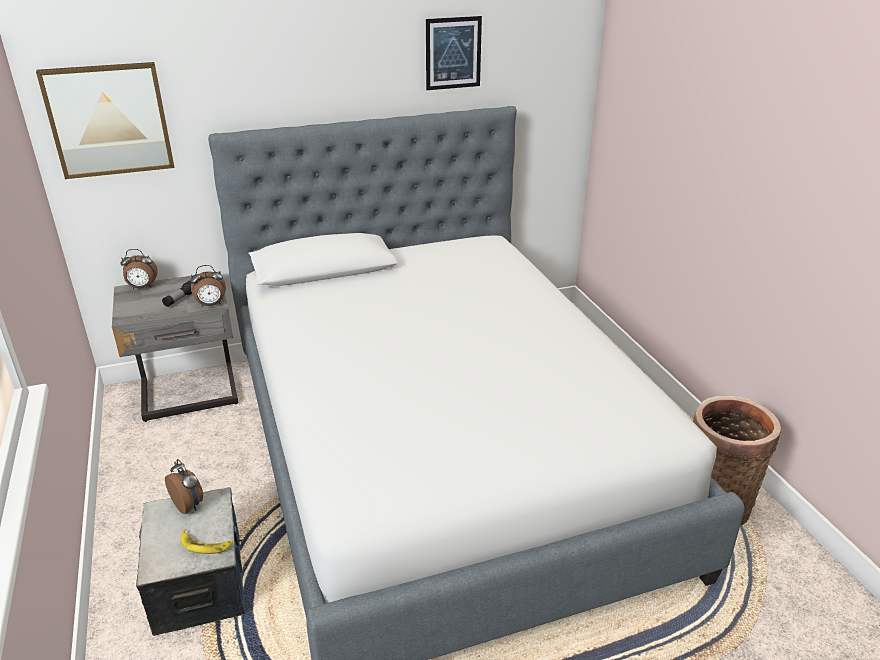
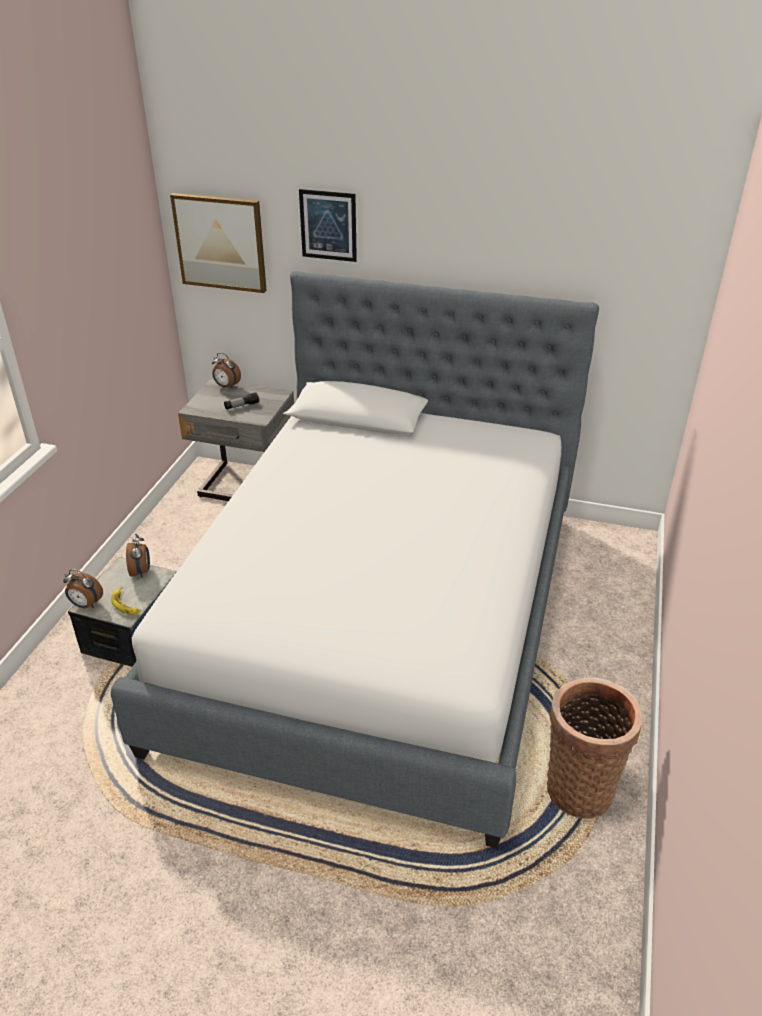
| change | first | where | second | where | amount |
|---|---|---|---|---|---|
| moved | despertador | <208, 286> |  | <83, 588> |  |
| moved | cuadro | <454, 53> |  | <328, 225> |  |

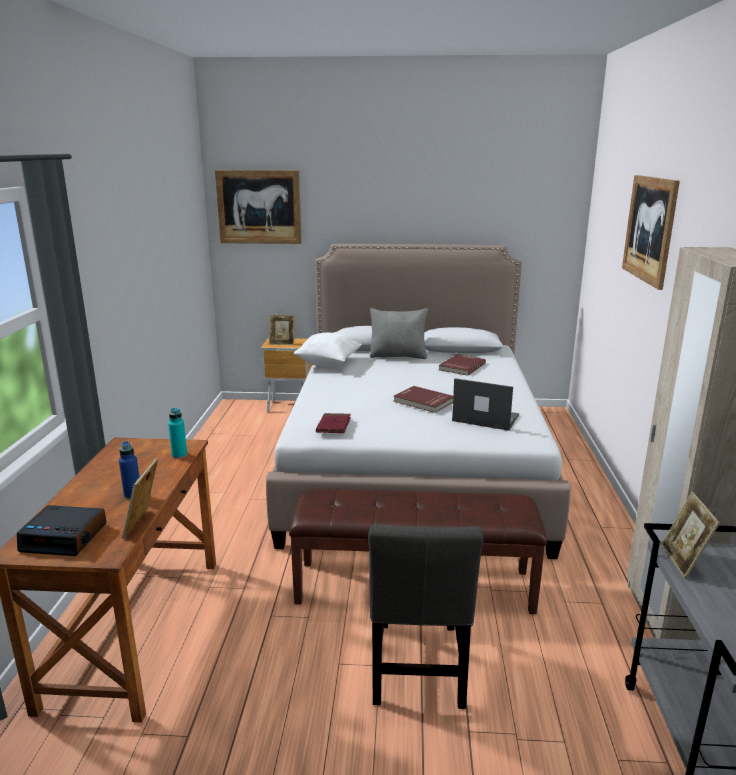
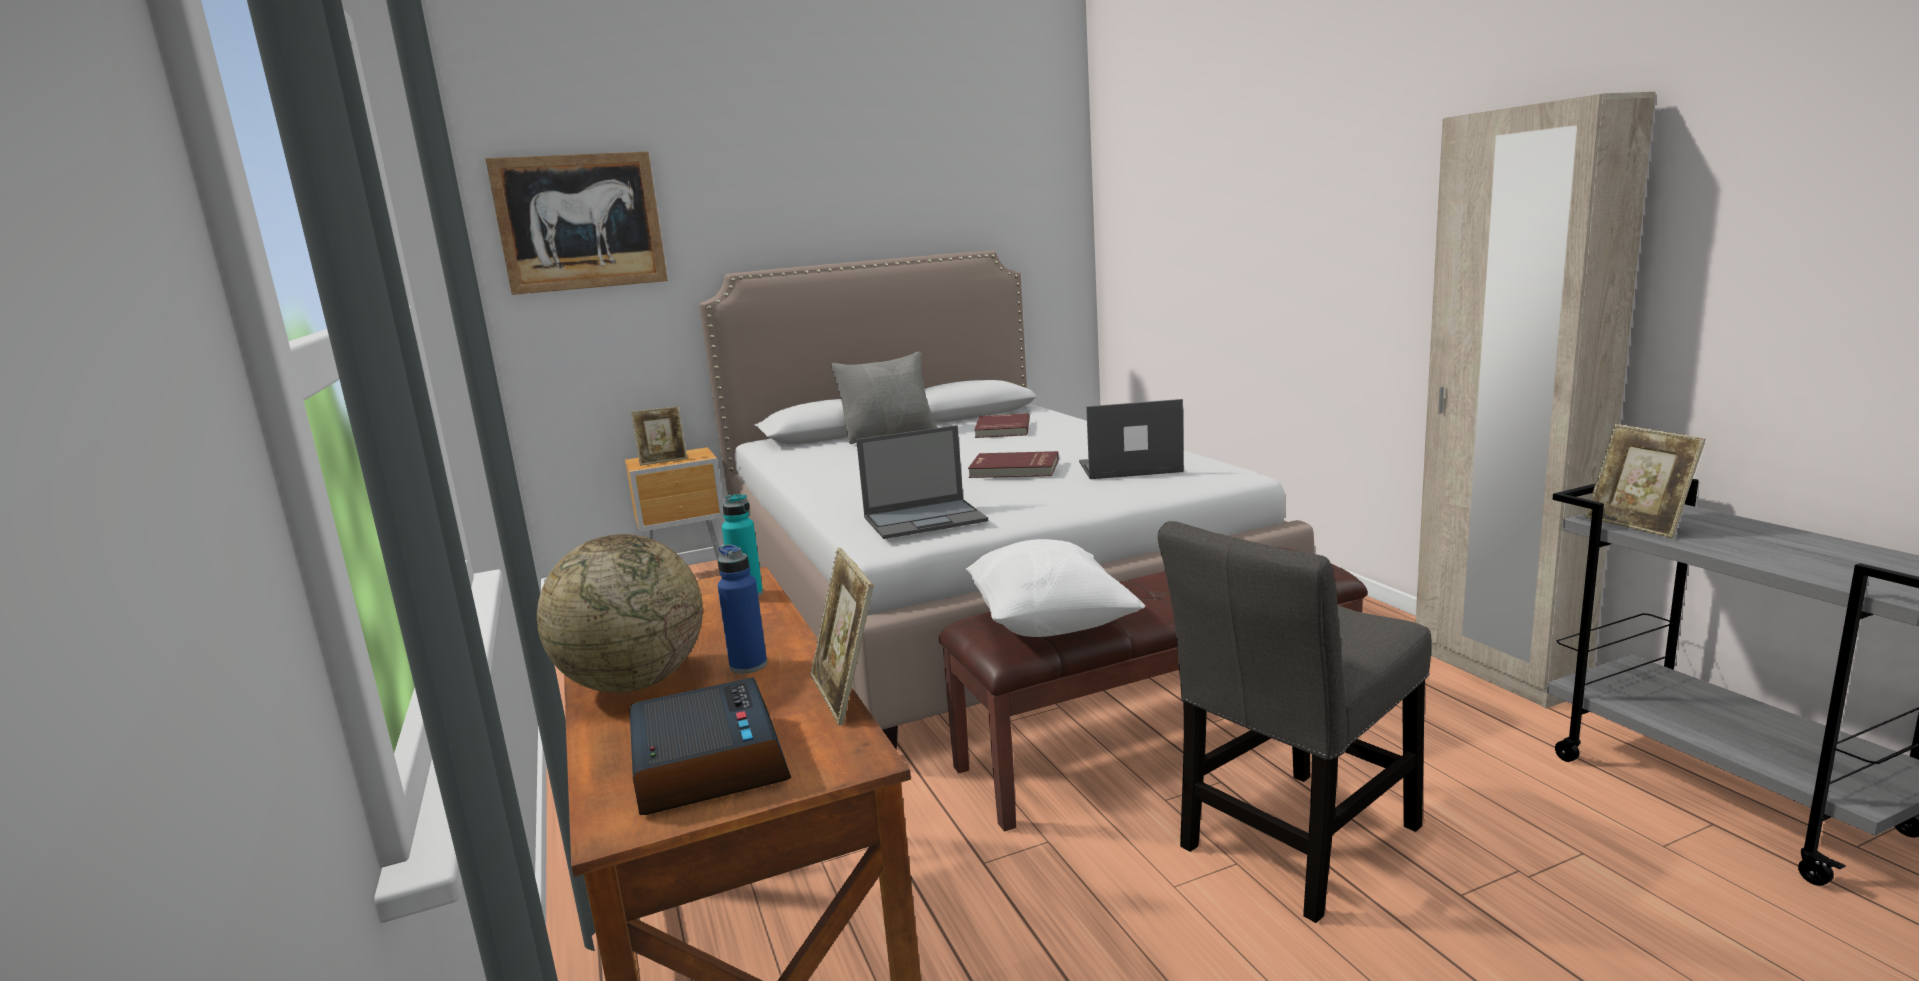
| change | first | where | second | where | amount |
|---|---|---|---|---|---|
| removed | cuadro | <651, 232> |  |  |  |
| added |  |  | globo terráqueo | <620, 613> |  |
| moved | cojín (blanco) | <328, 349> |  | <1055, 588> |  |
| replaced | libro (rojo) | <333, 423> | portátil | <922, 482> |  |
| turned | despertador | <61, 530> |  | <710, 746> | 90 degrees counterclockwise |
| turned | silla (gris) | <426, 616> |  | <1294, 722> | 75 degrees clockwise |

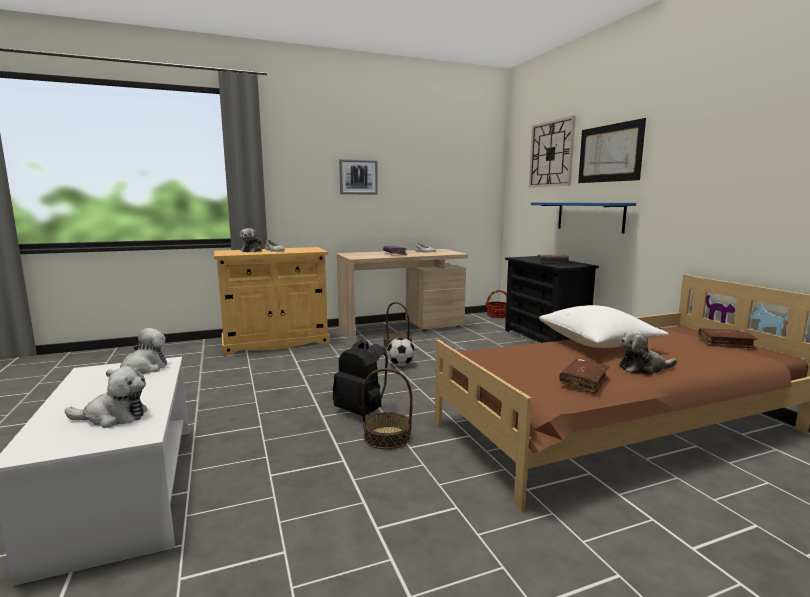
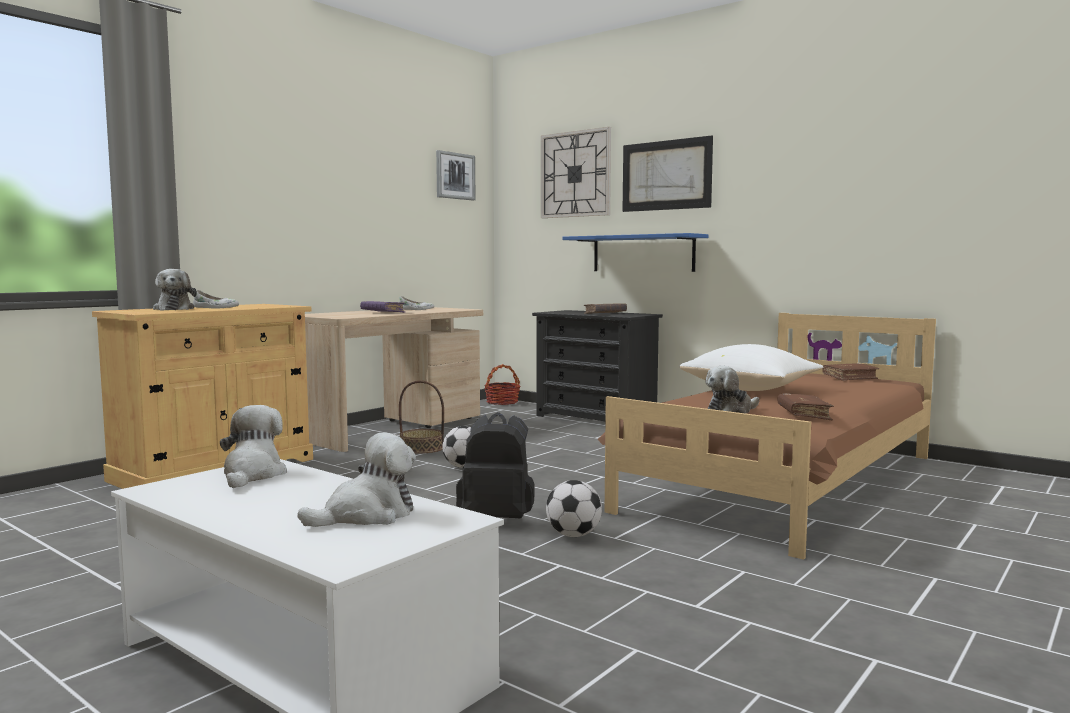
| change | first | where | second | where | amount |
|---|---|---|---|---|---|
| moved | cuadro | <358, 176> |  | <455, 175> |  |
| moved | peluche | <648, 352> |  | <732, 390> |  |
| replaced | cesta | <387, 408> | balón de fútbol | <574, 508> |  |

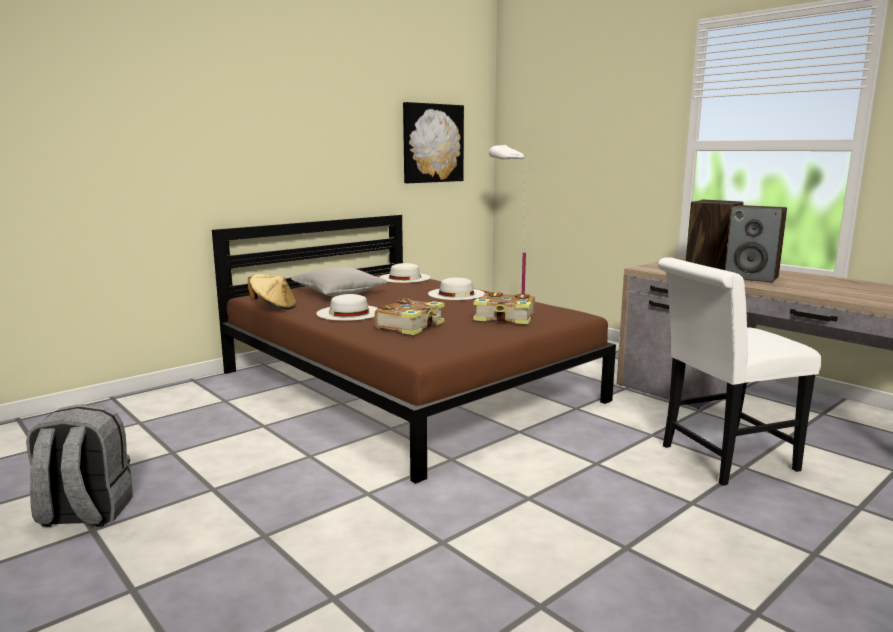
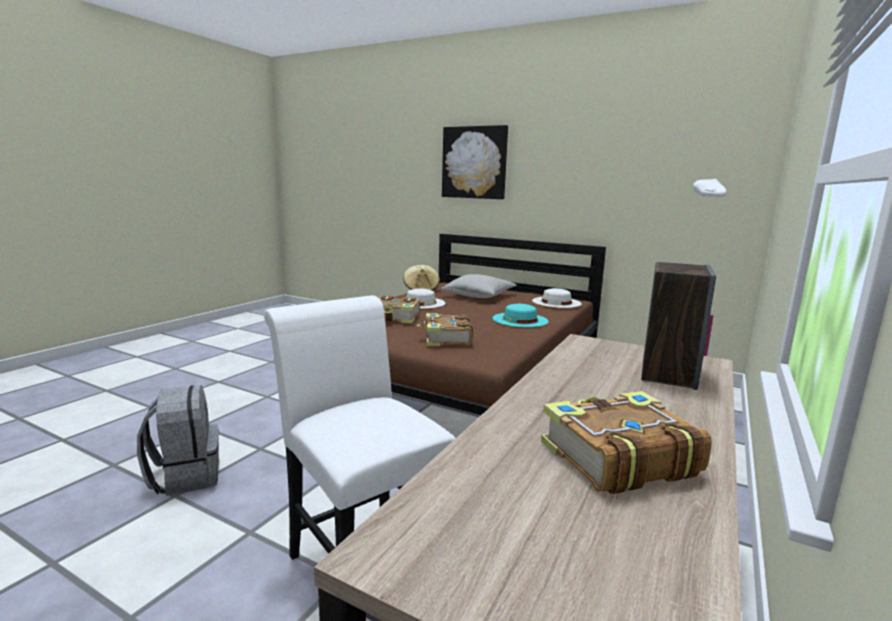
| change | first | where | second | where | amount |
|---|---|---|---|---|---|
| removed | altavoz | <756, 244> |  |  |  |
| added |  |  | libro | <626, 442> |  |
| moved | mochila (gris) | <79, 465> |  | <178, 440> |  |
| moved | cuadro | <433, 142> |  | <475, 162> |  |
| recoloured | sombrero (blanco) | <456, 289> | sombrero (turquesa) | <520, 315> |  |

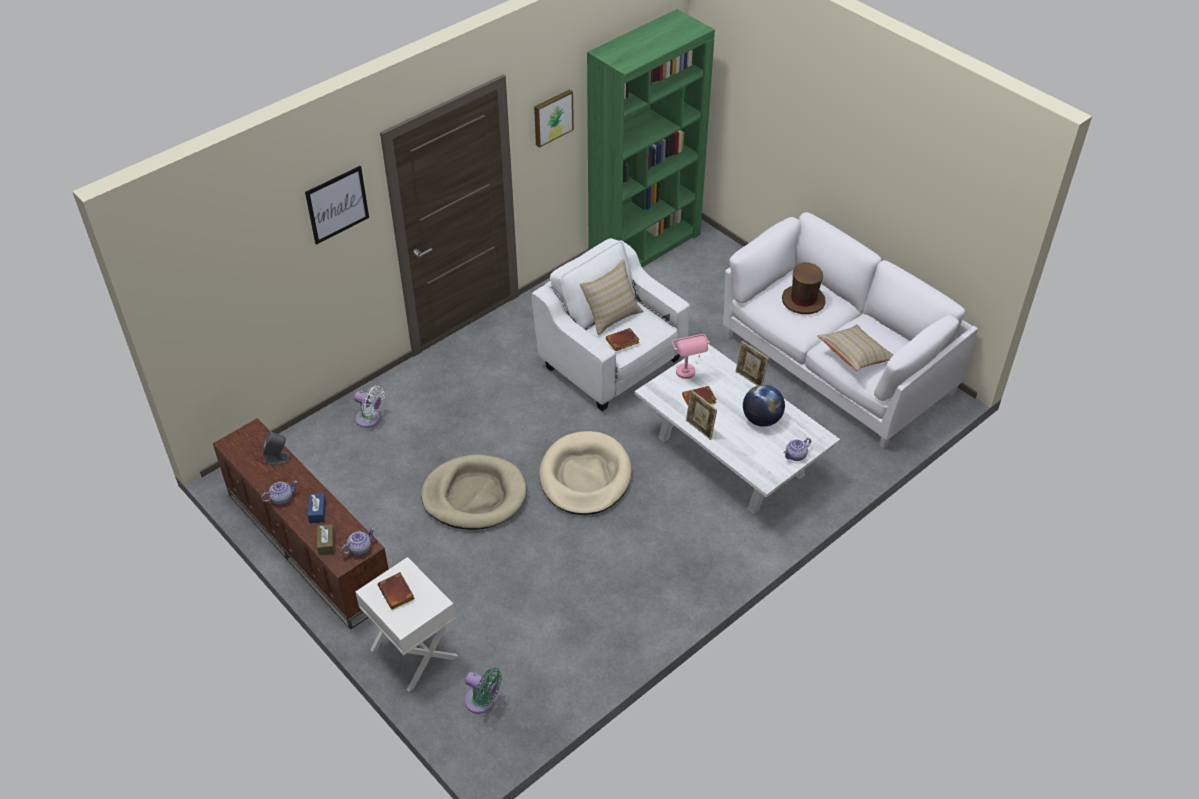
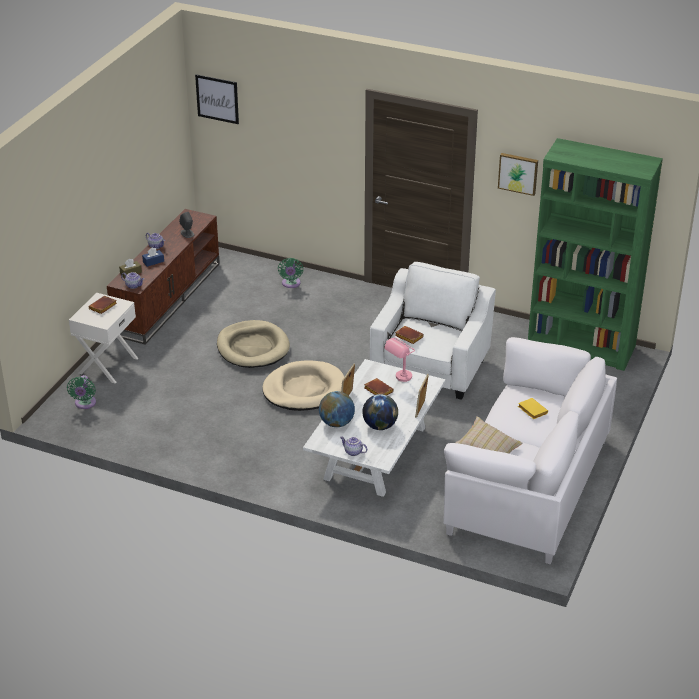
| change | first | where | second | where | amount |
|---|---|---|---|---|---|
| removed | cojín (beis) | <611, 297> |  |  |  |
| added |  |  | globo terráqueo | <337, 409> |  |
| moved | cuadro | <337, 205> |  | <217, 99> |  |
| replaced | sombrero (marrón) | <804, 288> | libro (amarillo) | <533, 408> |  |
| recoloured | ventilador (blanco) | <369, 407> | ventilador (verde) | <290, 273> |  |

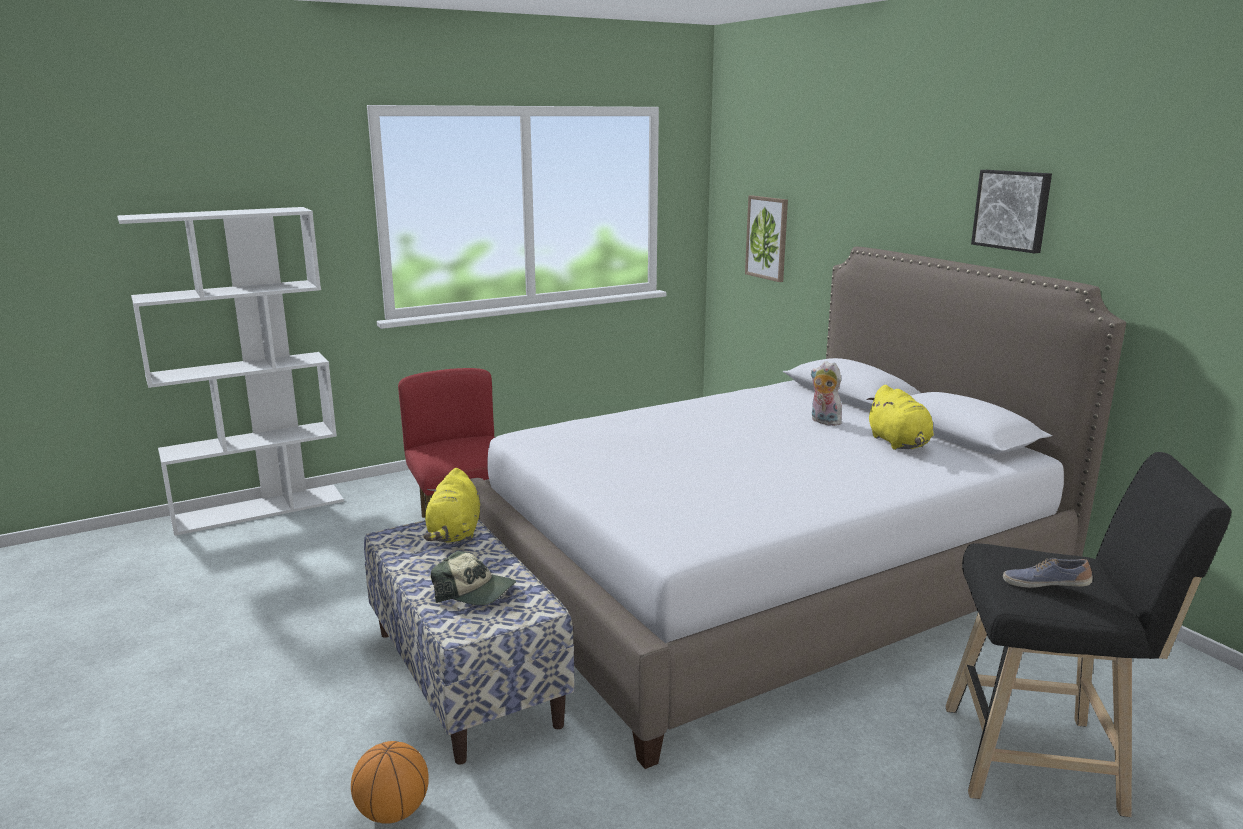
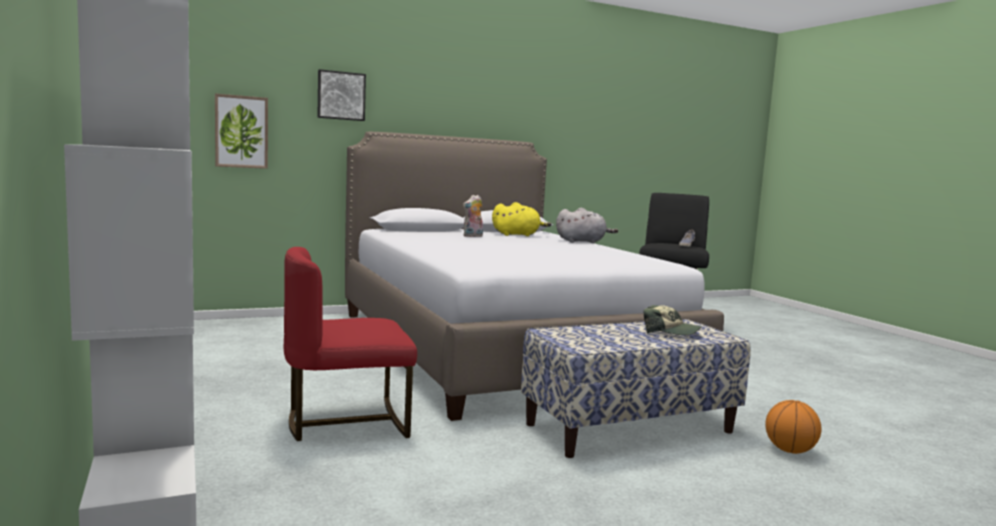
| change | first | where | second | where | amount |
|---|---|---|---|---|---|
| removed | peluche (amarillo) | <452, 505> |  |  |  |
| added |  |  | peluche (gris) | <587, 225> |  |
| moved | cuadro | <1011, 211> |  | <341, 95> |  |
| turned | gorra | <473, 578> |  | <672, 320> | 90 degrees clockwise |

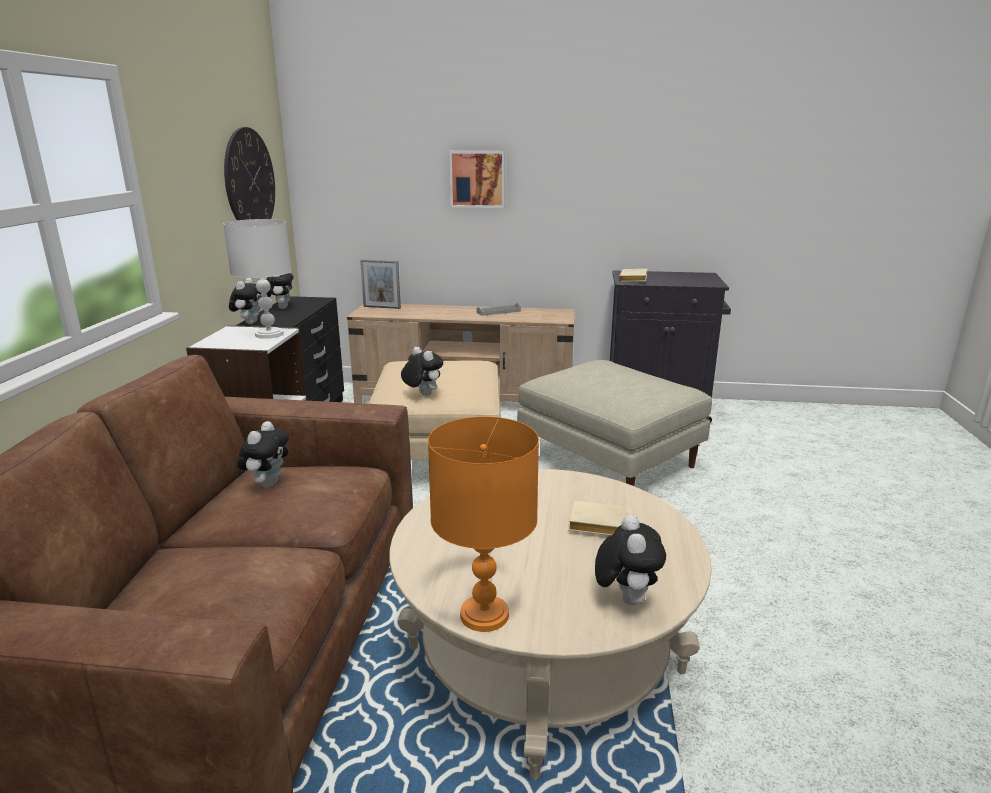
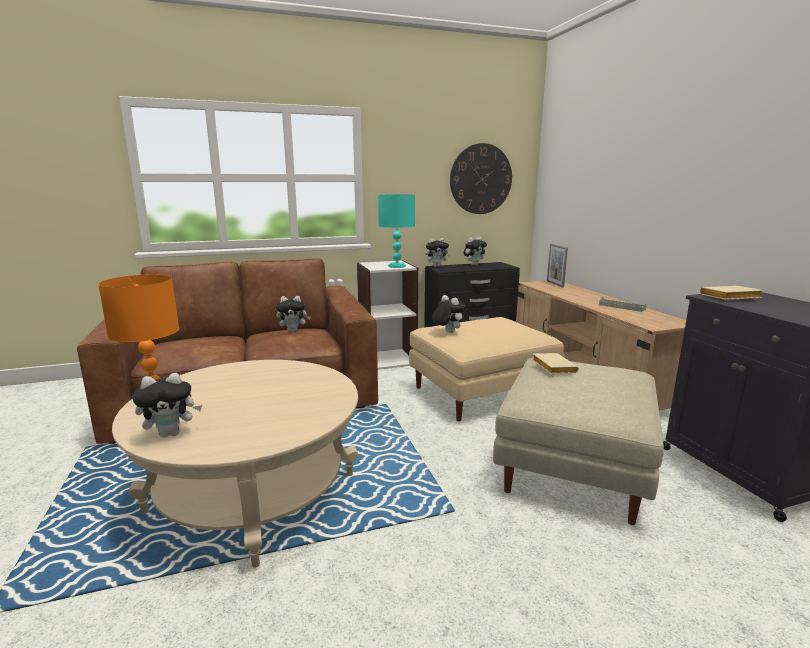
| change | first | where | second | where | amount |
|---|---|---|---|---|---|
| removed | cuadro | <477, 179> |  |  |  |
| moved | libro (beis) | <601, 518> |  | <555, 363> |  |
| recoloured | lámpara de mesa (blanco) | <258, 279> | lámpara de mesa (turquesa) | <396, 231> |  |
| turned | peluche | <422, 371> |  | <449, 314> | 60 degrees counterclockwise |

